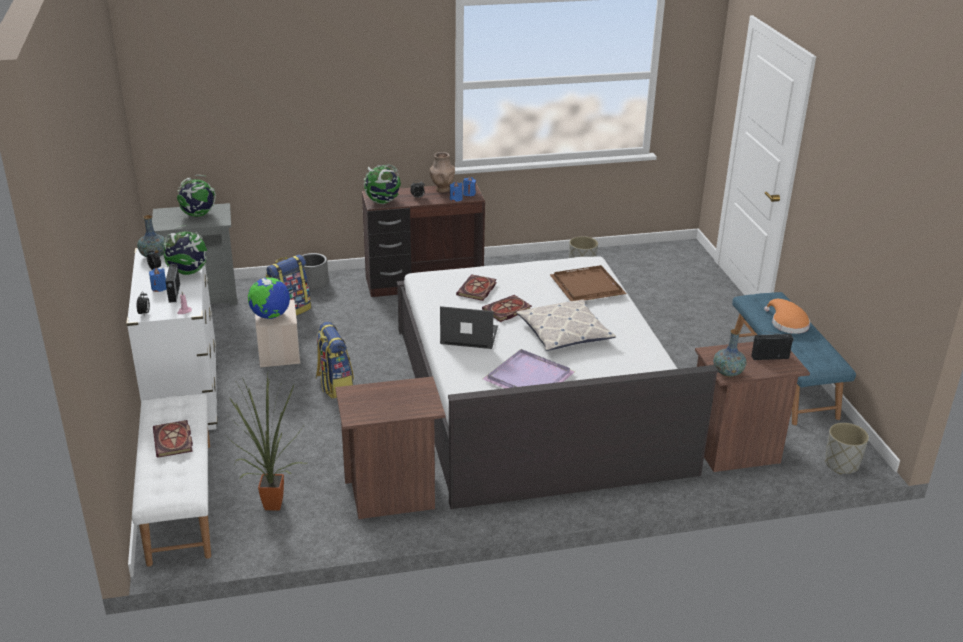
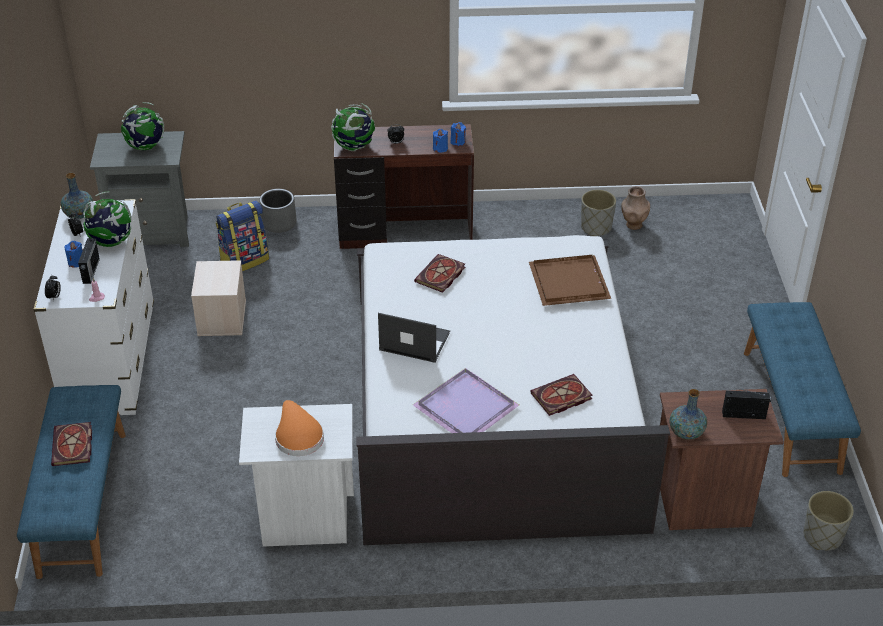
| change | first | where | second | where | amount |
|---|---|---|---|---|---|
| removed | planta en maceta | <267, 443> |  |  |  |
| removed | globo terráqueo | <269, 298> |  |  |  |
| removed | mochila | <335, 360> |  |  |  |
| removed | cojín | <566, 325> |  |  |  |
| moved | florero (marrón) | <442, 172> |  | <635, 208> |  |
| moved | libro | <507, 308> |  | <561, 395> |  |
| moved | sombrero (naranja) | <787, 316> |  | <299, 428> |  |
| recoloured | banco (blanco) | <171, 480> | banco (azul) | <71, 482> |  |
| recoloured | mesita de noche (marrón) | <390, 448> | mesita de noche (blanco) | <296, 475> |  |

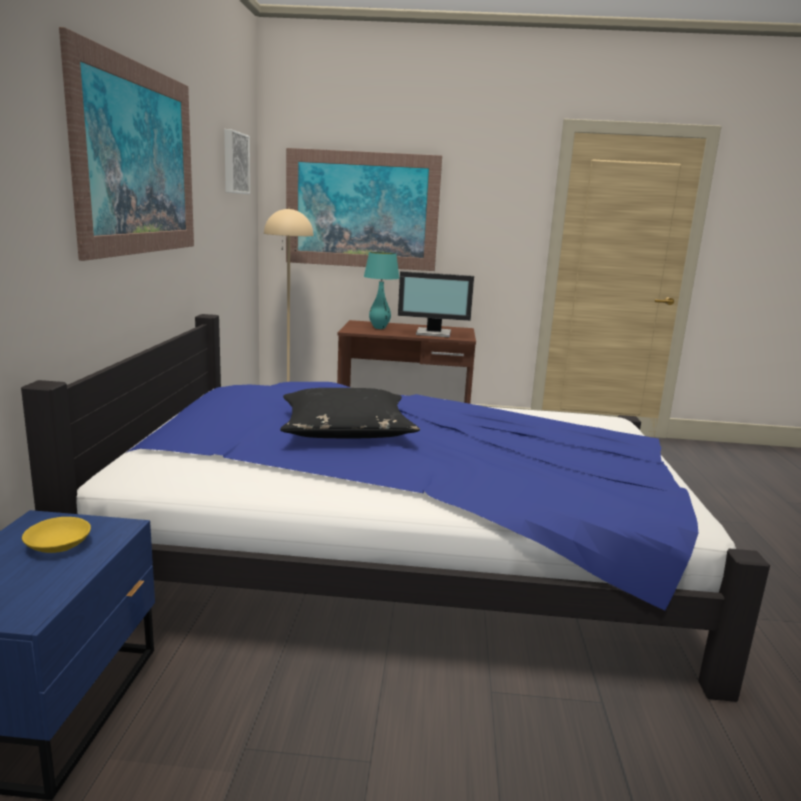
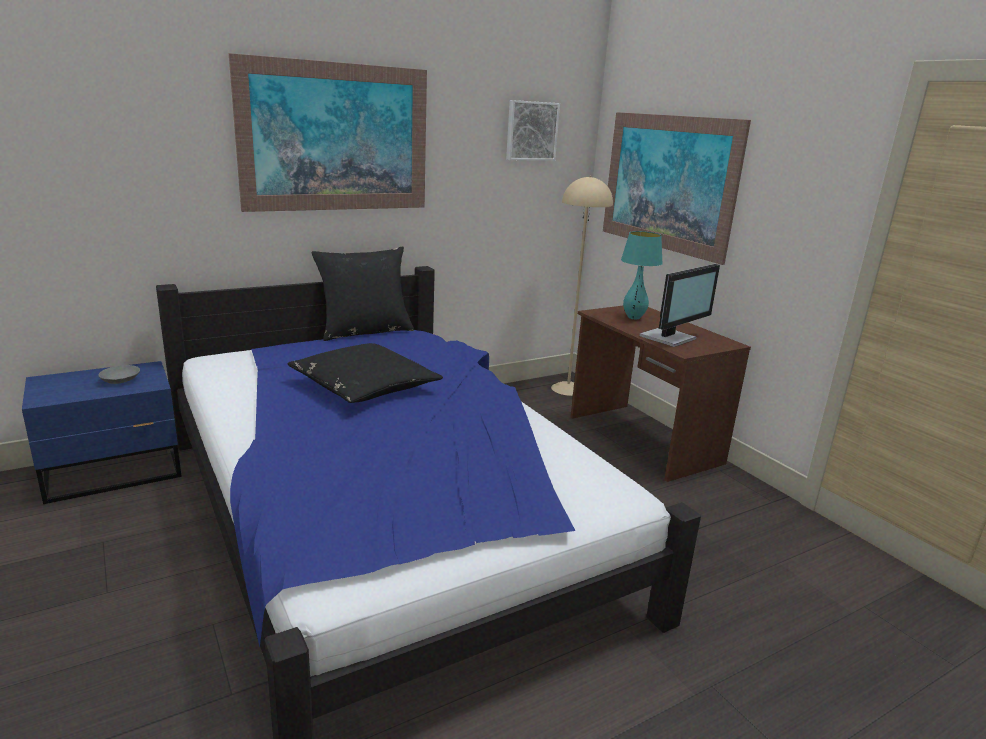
| change | first | where | second | where | amount |
|---|---|---|---|---|---|
| added |  |  | cojín (negro) | <363, 294> |  |
| recoloured | cuenco (amarillo) | <56, 535> | cuenco (gris) | <119, 374> |  |
| turned | monitor | <436, 304> |  | <680, 305> | 105 degrees counterclockwise |

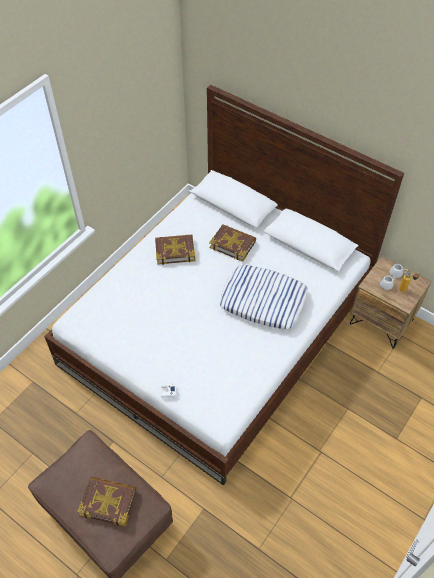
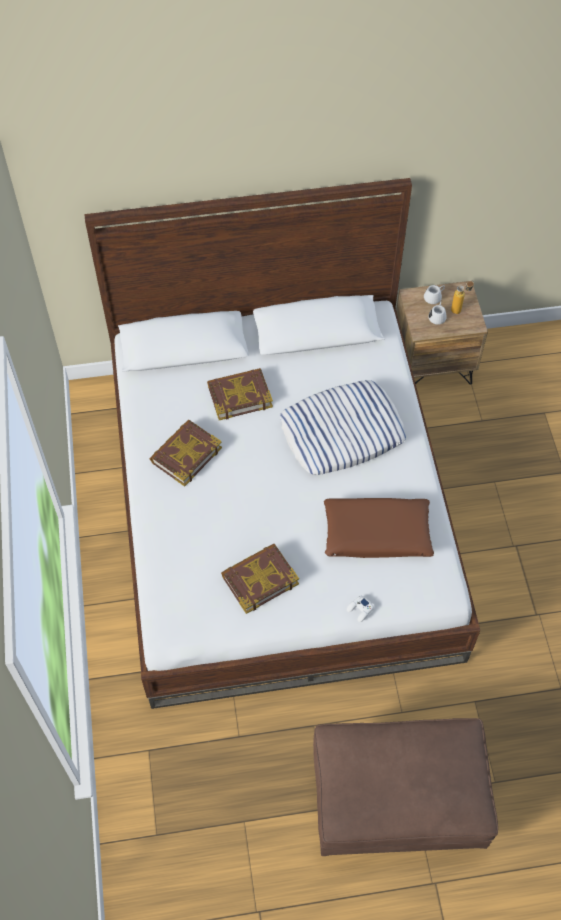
| change | first | where | second | where | amount |
|---|---|---|---|---|---|
| added |  |  | cojín (marrón) | <379, 528> |  |
| moved | libro | <106, 502> |  | <260, 579> |  |

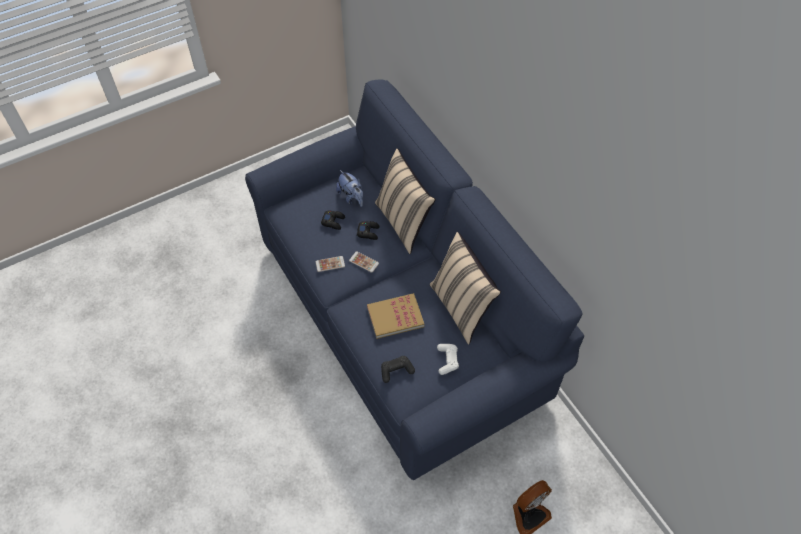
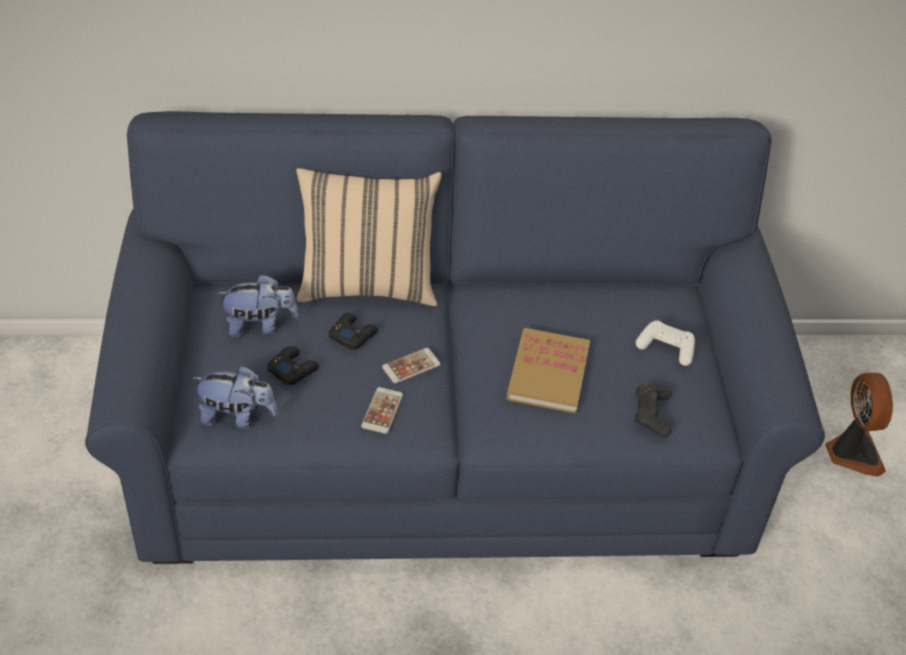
| change | first | where | second | where | amount |
|---|---|---|---|---|---|
| removed | cojín (beis) | <465, 288> |  |  |  |
| added |  |  | peluche | <235, 397> |  |

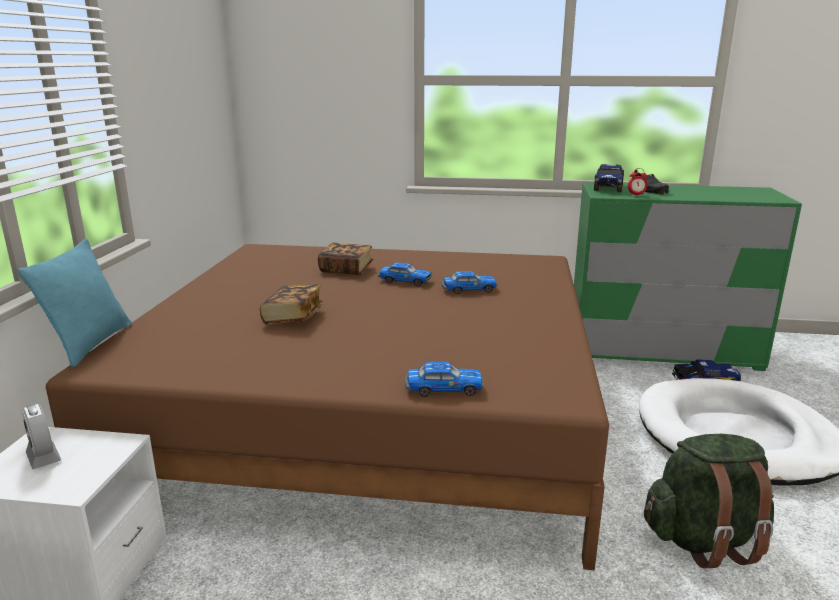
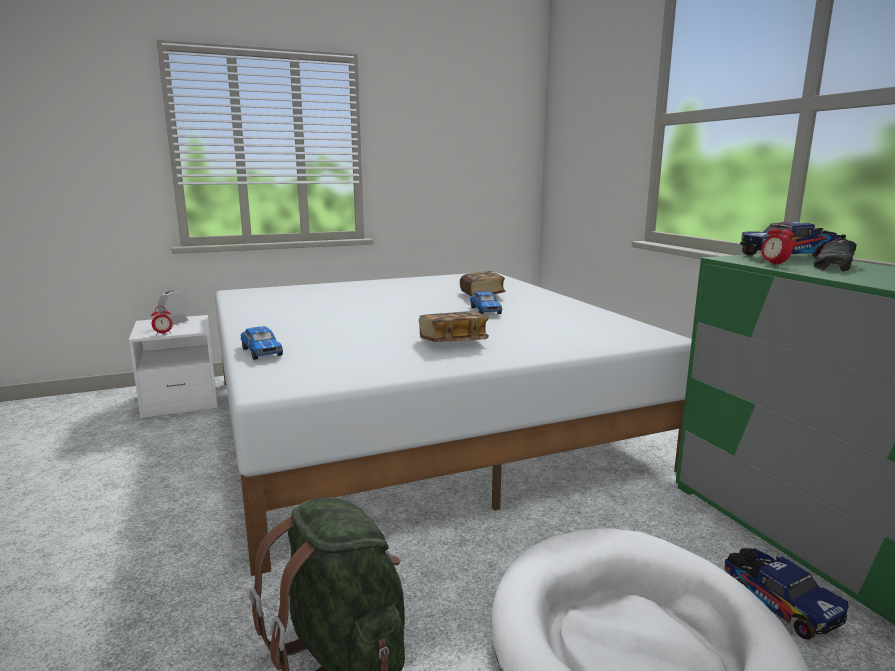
| change | first | where | second | where | amount |
|---|---|---|---|---|---|
| removed | cojín (turquesa) | <75, 303> |  |  |  |
| removed | coche de juguete | <469, 282> |  |  |  |
| added |  |  | despertador | <162, 320> |  |
| moved | libro | <291, 304> |  | <454, 326> |  |
| recoloured | cama (marrón) | <327, 407> | cama (blanco) | <453, 424> |  |

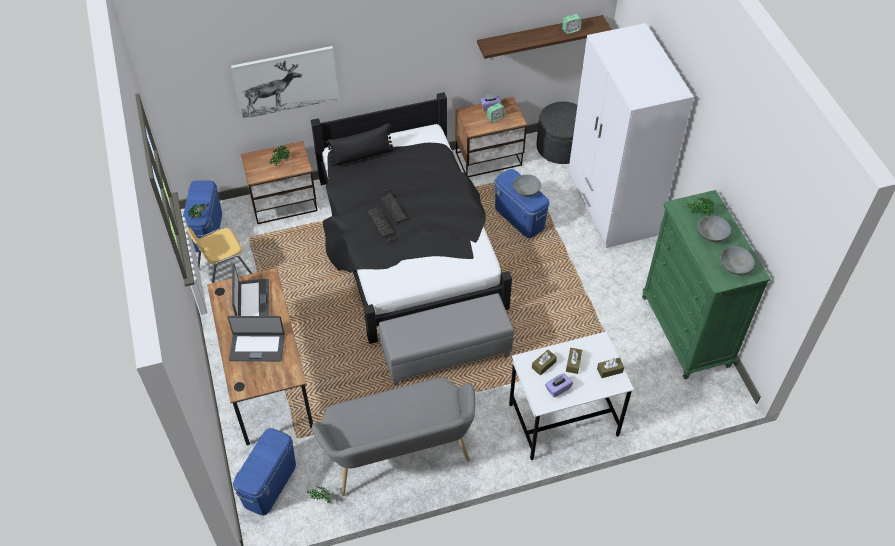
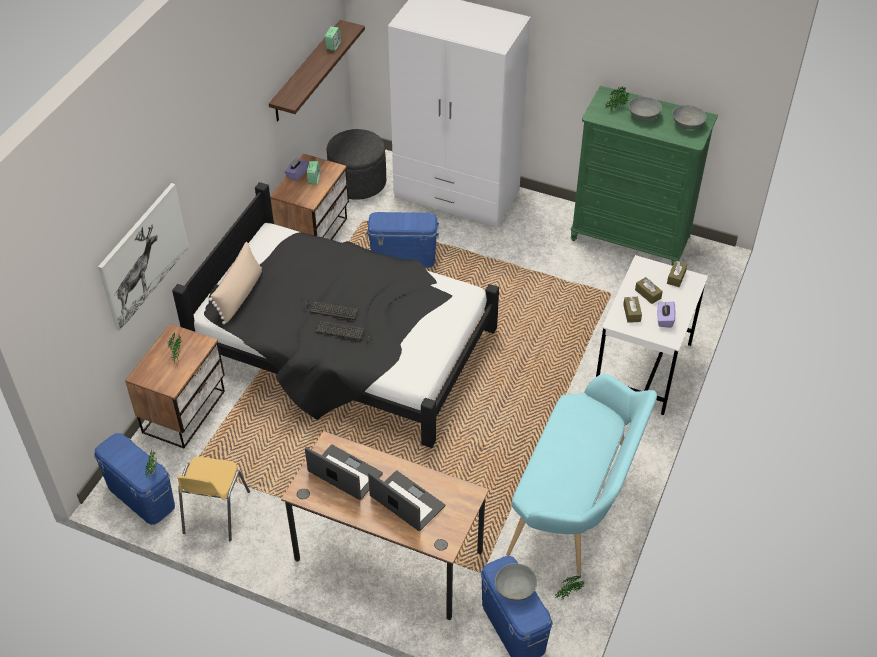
| change | first | where | second | where | amount |
|---|---|---|---|---|---|
| removed | puf (gris) | <446, 339> |  |  |  |
| moved | cuenco (gris) | <527, 186> |  | <516, 582> |  |
| recoloured | banco (gris) | <393, 436> | banco (turquesa) | <581, 474> |  |
| recoloured | cojín (negro) | <360, 144> | cojín (beis) | <235, 283> |  |
| turned | portátil | <256, 338> |  | <406, 500> | 90 degrees counterclockwise |

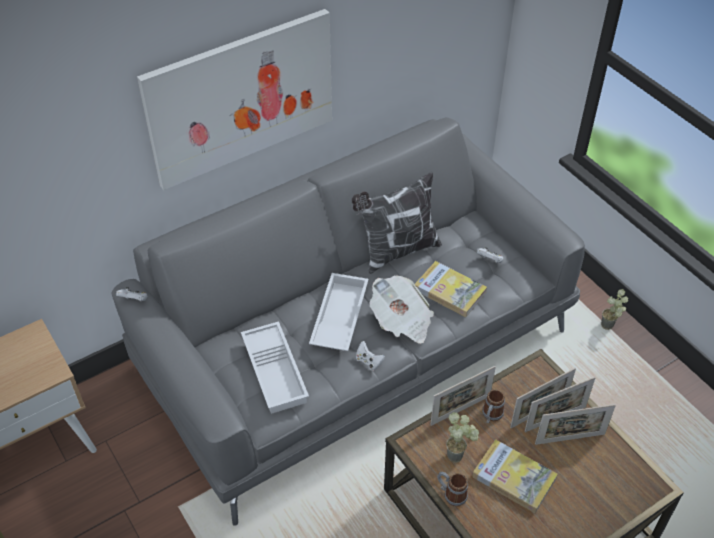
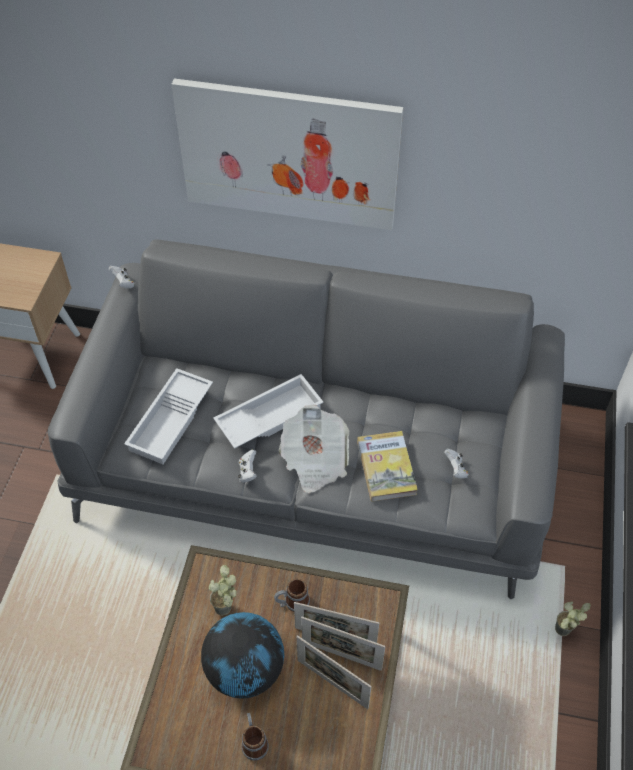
| change | first | where | second | where | amount |
|---|---|---|---|---|---|
| removed | cojín | <396, 223> |  |  |  |
| removed | portarretratos | <463, 396> |  |  |  |
| moved | taza grande | <452, 489> |  | <255, 737> |  |
| replaced | libro | <515, 476> | globo terráqueo | <242, 655> |  |

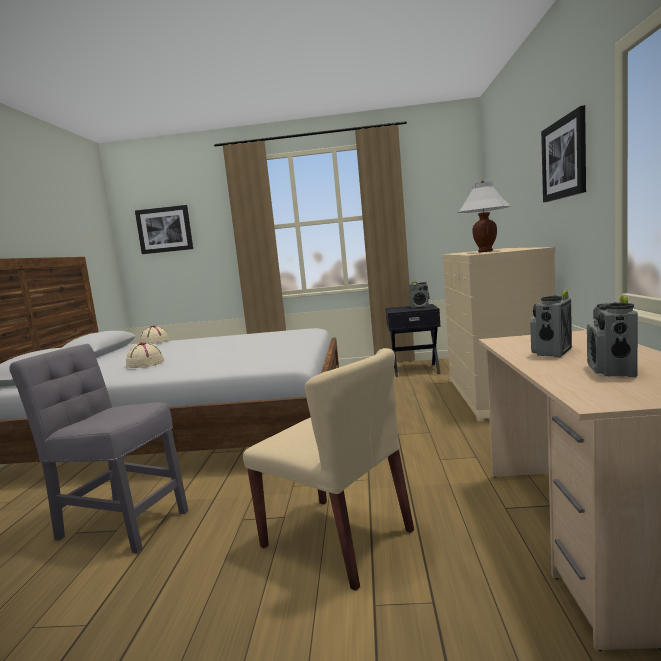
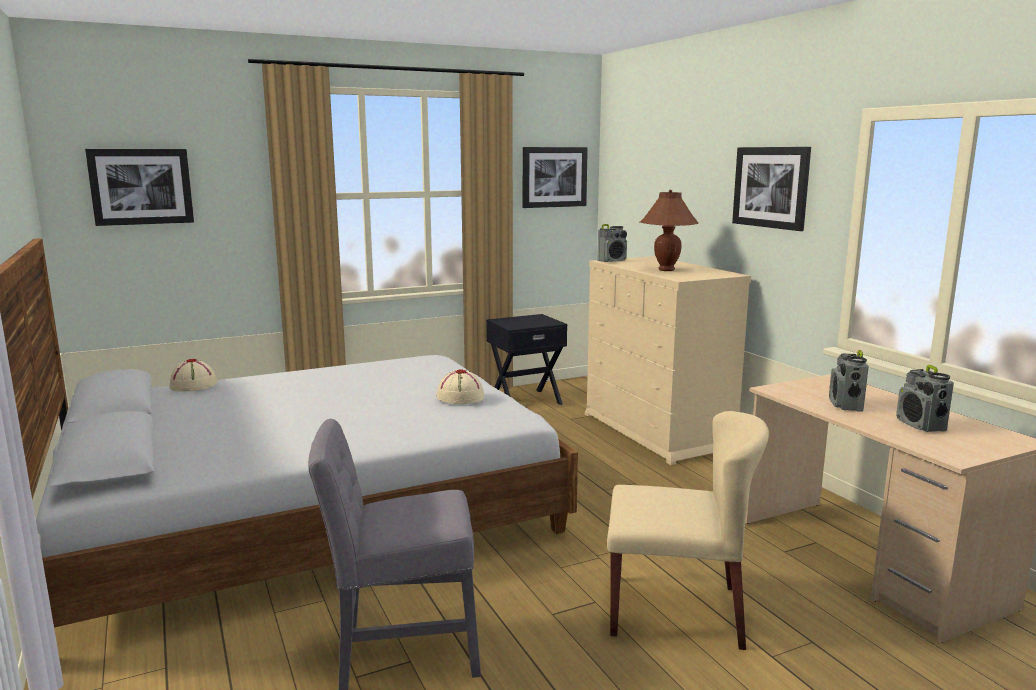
| change | first | where | second | where | amount |
|---|---|---|---|---|---|
| added |  |  | cuadro | <555, 177> |  |
| moved | sombrero (beis) | <145, 355> |  | <460, 386> |  |
| moved | radio | <419, 294> |  | <612, 243> |  |
| recoloured | lámpara de mesa (blanco) | <483, 216> | lámpara de mesa (marrón) | <669, 230> |  |

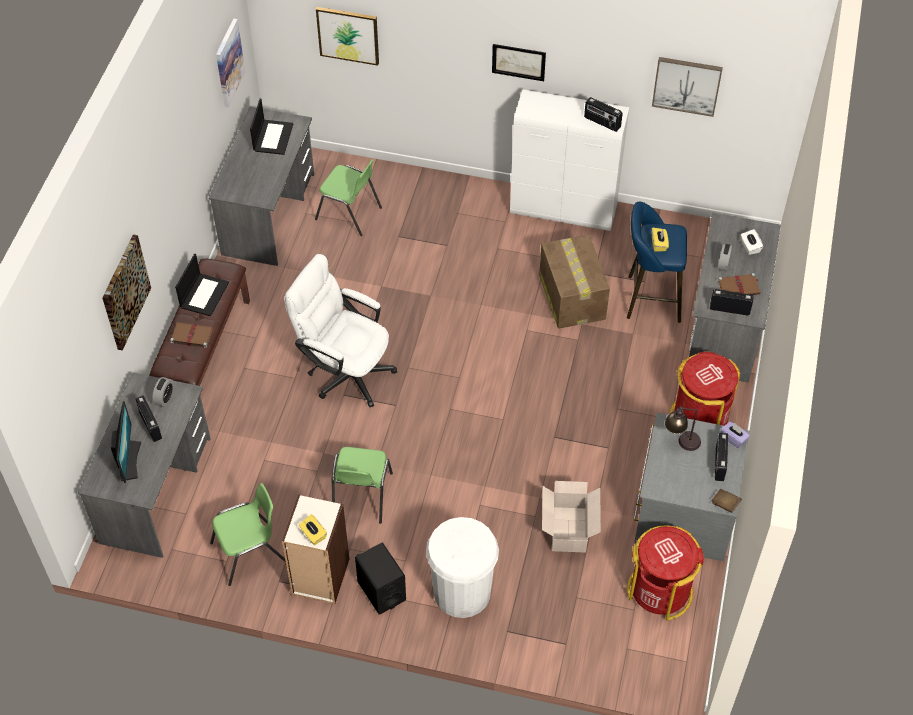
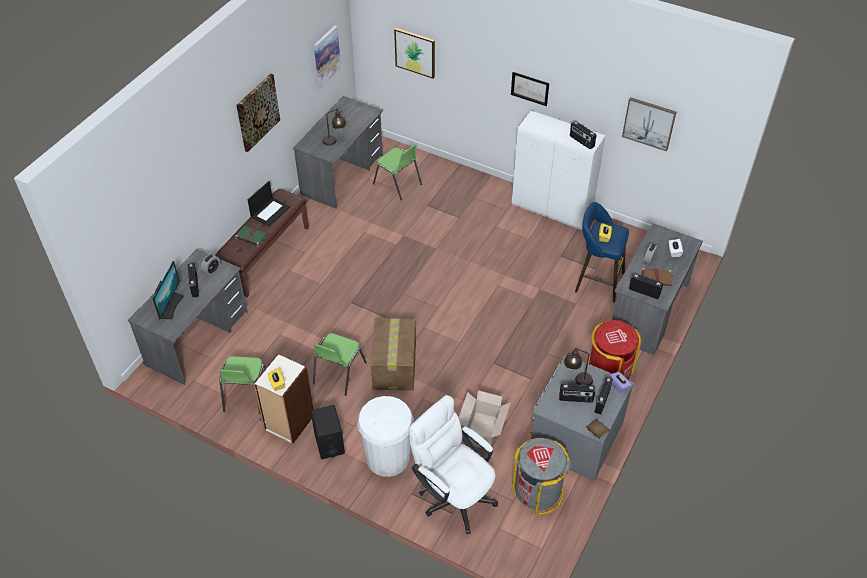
| change | first | where | second | where | amount |
|---|---|---|---|---|---|
| removed | portátil | <271, 127> |  |  |  |
| added |  |  | lámpara de mesa | <334, 127> |  |
| added |  |  | radio | <577, 393> |  |
| moved | cuadro | <126, 292> |  | <258, 112> |  |
| moved | silla de oficina (blanco) | <340, 330> |  | <453, 464> |  |
| moved | caja de cartón | <574, 282> |  | <393, 354> |  |
| recoloured | libro (marrón) | <191, 335> | libro (verde) | <251, 236> |  |
| recoloured | papelera (rojo) | <665, 573> | papelera (gris) | <541, 476> |  |
| turned | silla (verde) | <248, 534> |  | <242, 385> | 105 degrees clockwise |

